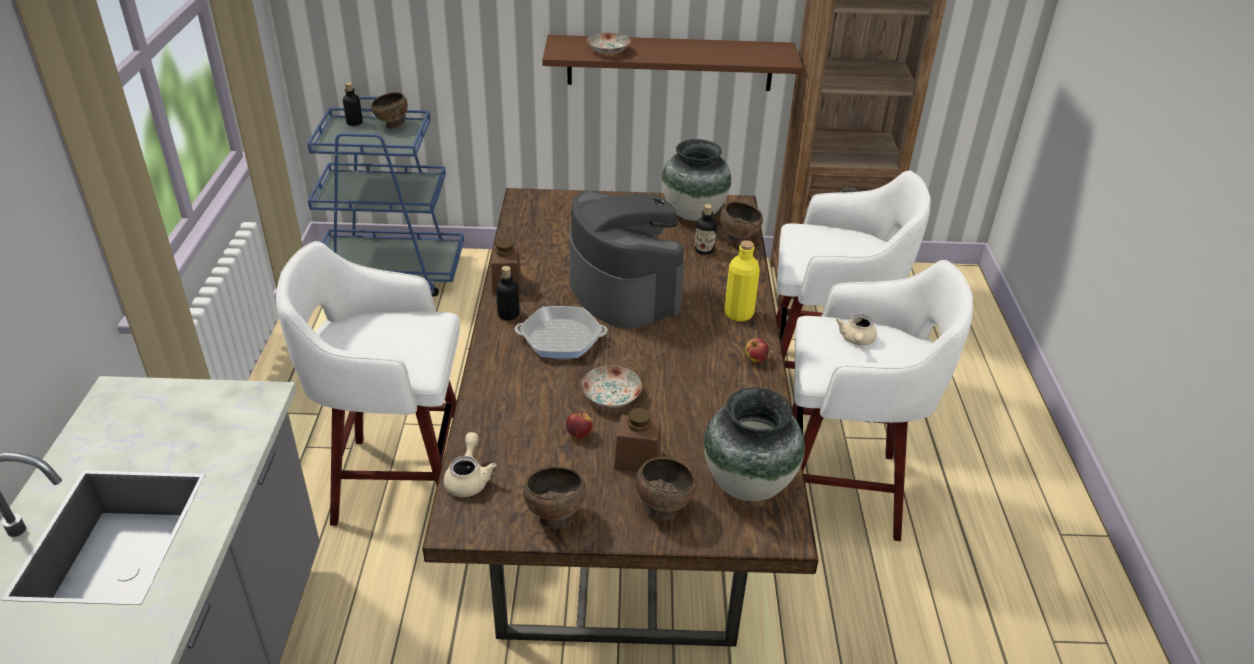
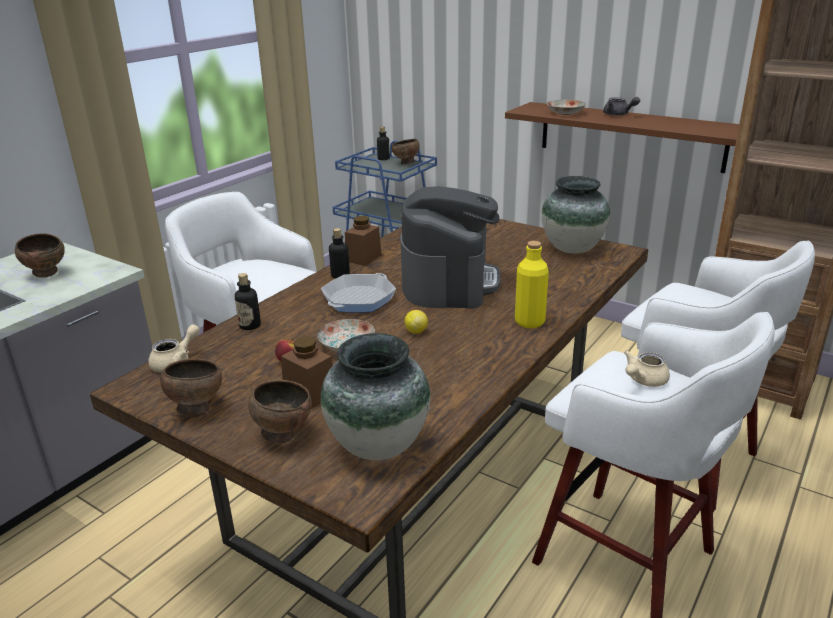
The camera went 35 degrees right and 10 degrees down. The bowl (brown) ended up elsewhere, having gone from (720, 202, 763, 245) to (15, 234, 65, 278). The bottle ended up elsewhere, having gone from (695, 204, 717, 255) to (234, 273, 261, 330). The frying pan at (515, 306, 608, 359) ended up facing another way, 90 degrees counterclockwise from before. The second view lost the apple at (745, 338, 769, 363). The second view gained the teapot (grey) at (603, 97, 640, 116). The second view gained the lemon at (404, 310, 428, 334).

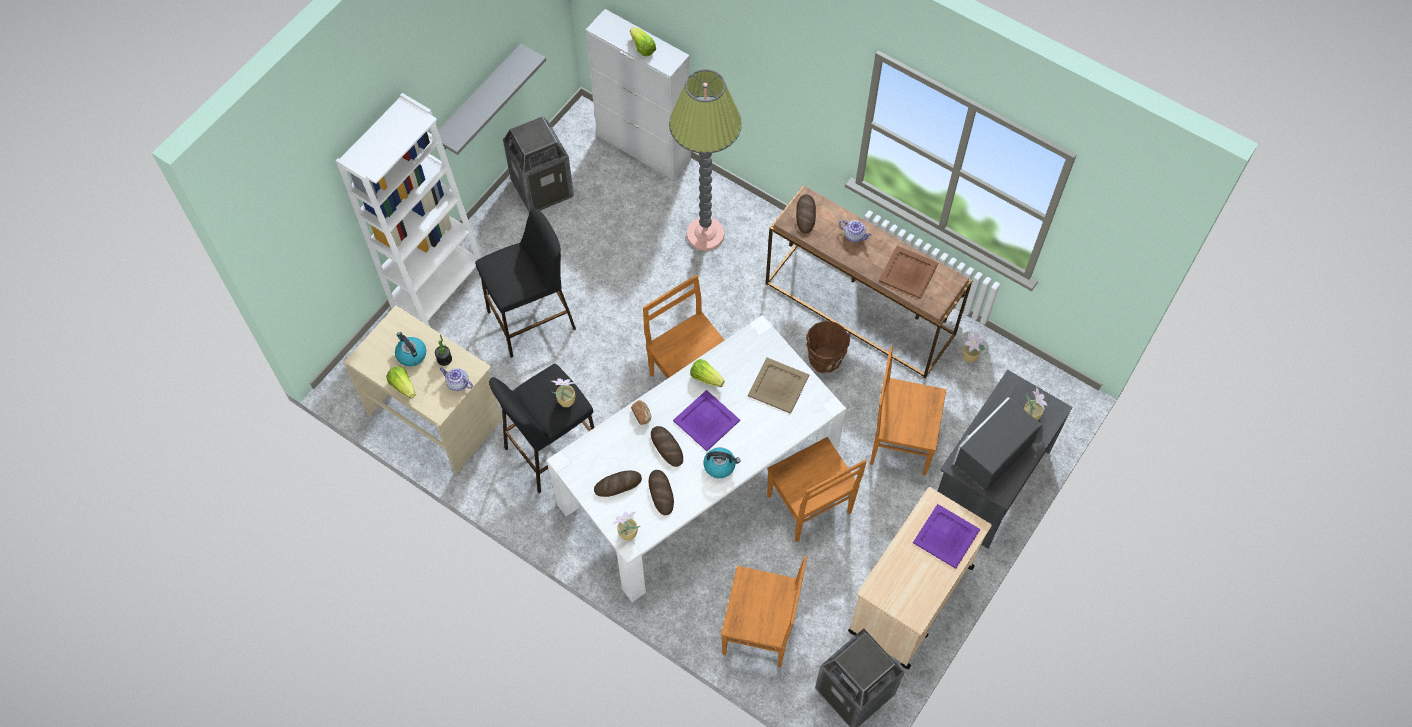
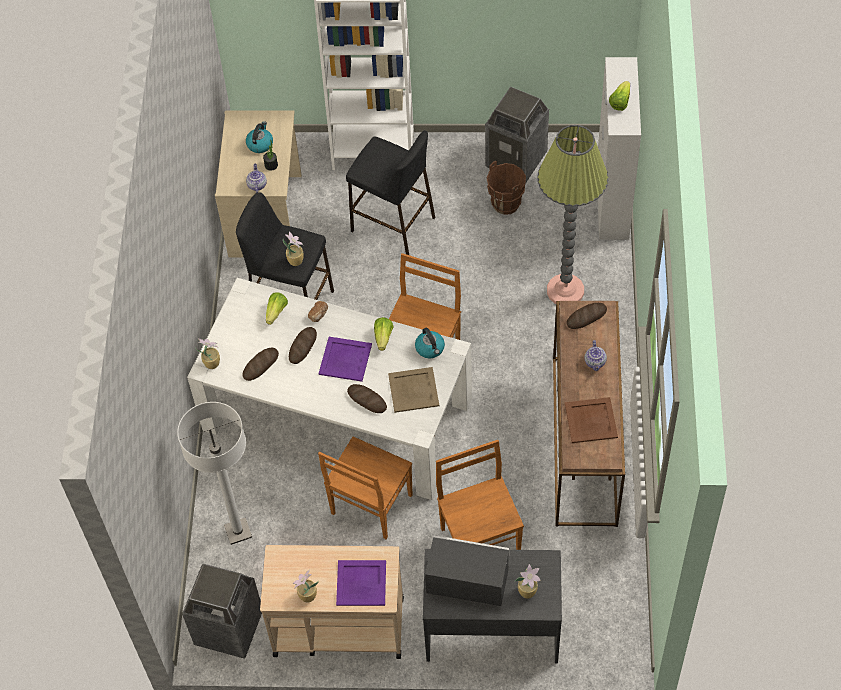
The camera went 60 degrees right and 5 degrees down. The second view lost the shelf (grey) at (438, 44, 546, 155). The bucket (brown) ended up elsewhere, having gone from (806, 321, 850, 374) to (487, 161, 526, 215). The potted plant ended up elsewhere, having gone from (963, 332, 985, 363) to (293, 570, 319, 603). The lettuce ended up elsewhere, having gone from (386, 366, 416, 399) to (266, 293, 288, 325). The kettle ended up elsewhere, having gone from (703, 448, 741, 478) to (415, 328, 445, 359). The bread ended up elsewhere, having gone from (594, 471, 642, 497) to (347, 384, 387, 413). Where the chair (brown) stood at (721, 556, 807, 667), the floor lamp (white) came to stand at (177, 402, 252, 545).

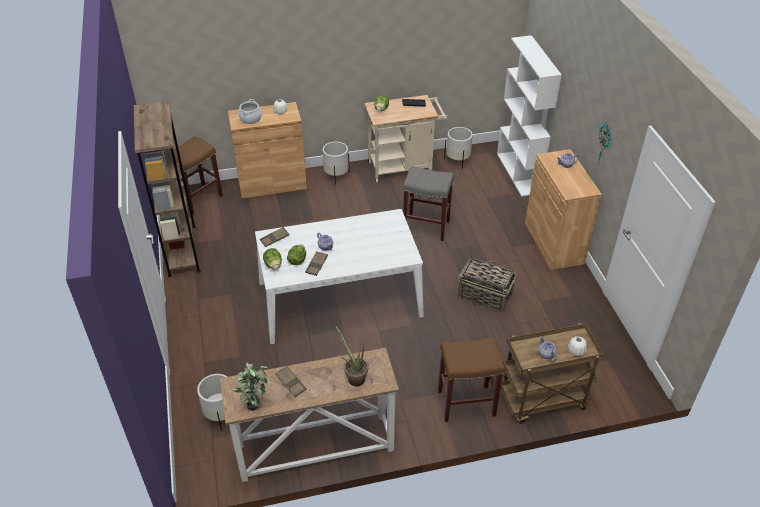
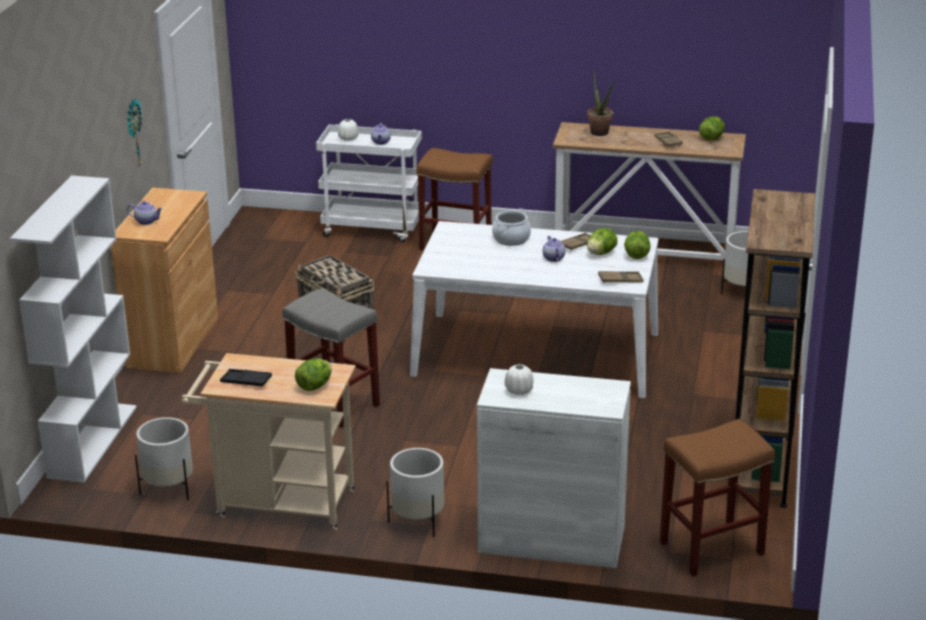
The camera went 155 degrees left and 15 degrees down. The cooking pot ended up elsewhere, having gone from (238, 99, 262, 124) to (492, 208, 531, 246). What was the cabinet (brown) at (228, 102, 307, 198) turned into the cabinet (white) at (477, 368, 631, 568). What was the cart (brown) at (500, 323, 604, 424) turned into the cart (white) at (316, 124, 422, 243). Where the potted plant stood at (232, 363, 268, 411), the lettuce came to stand at (699, 116, 725, 141).

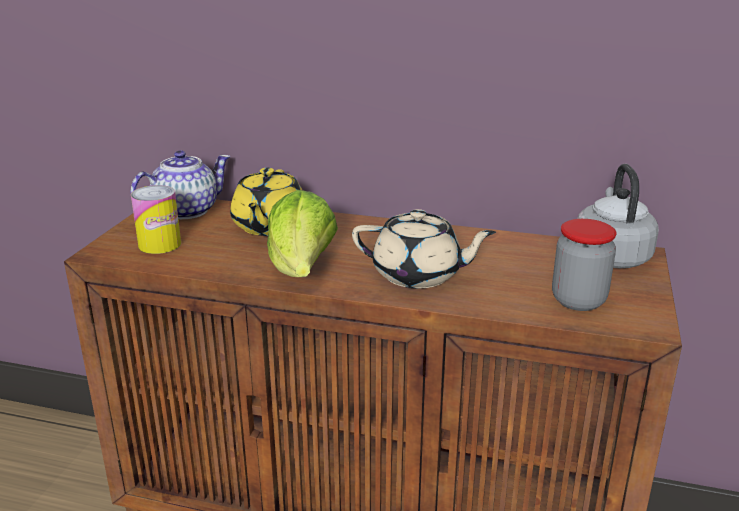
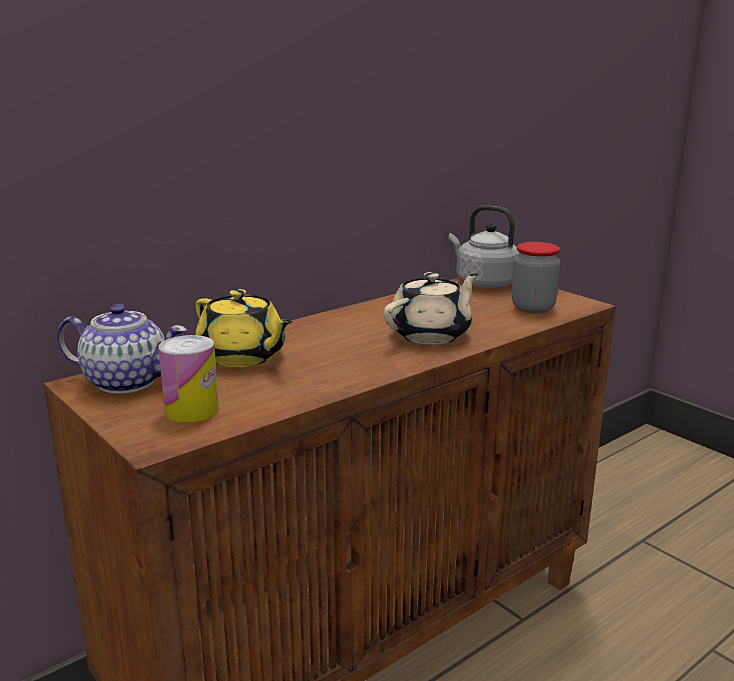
The camera went 55 degrees left and 5 degrees down. The teapot at (130, 150, 231, 219) ended up facing another way, 105 degrees clockwise from before. The second view lost the lettuce at (267, 190, 338, 277).

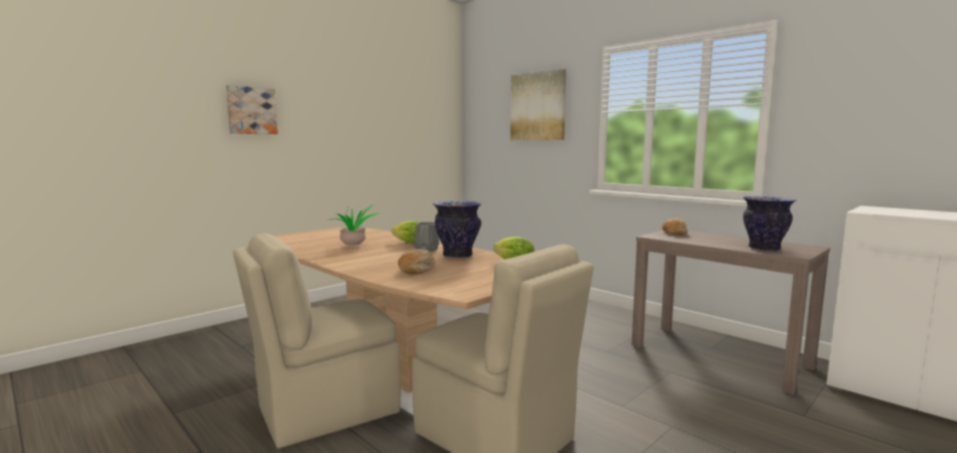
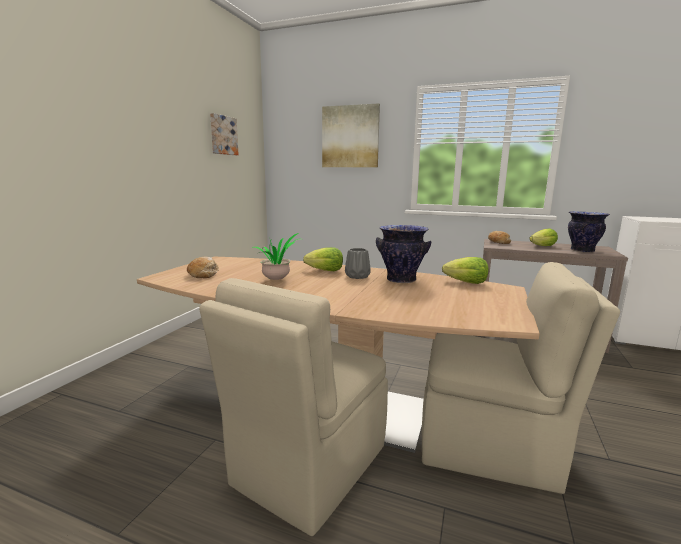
The camera went 25 degrees left and 5 degrees up. The picture ended up elsewhere, having gone from (226, 85, 278, 134) to (210, 113, 239, 155). The bread ended up elsewhere, having gone from (398, 249, 436, 274) to (187, 257, 219, 278). The second view gained the lettuce at (529, 229, 558, 246).

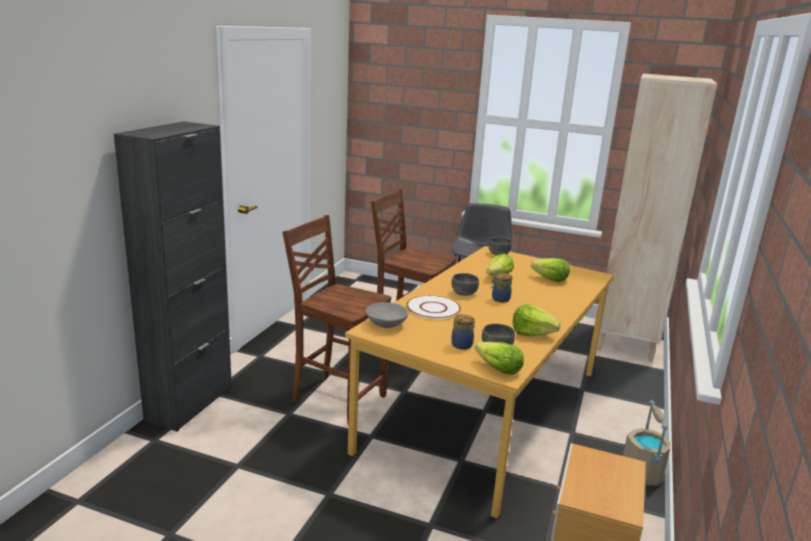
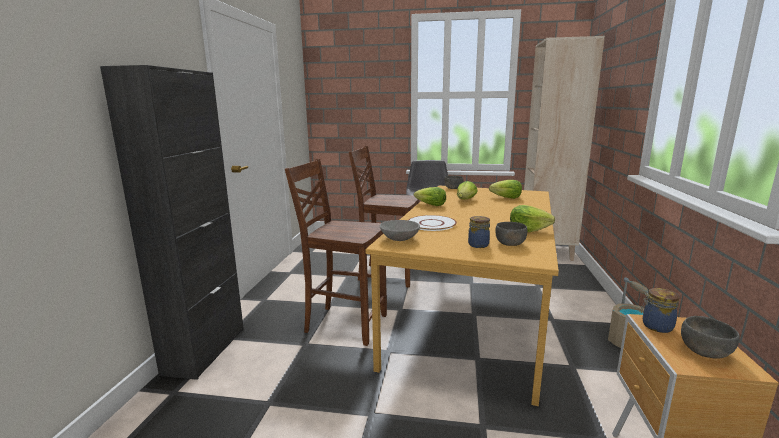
The camera went 10 degrees left and 5 degrees down. The bowl (grey) ended up elsewhere, having gone from (451, 273, 479, 296) to (681, 316, 740, 359). The jar ended up elsewhere, having gone from (491, 273, 512, 302) to (640, 288, 680, 333). The lettuce ended up elsewhere, having gone from (475, 342, 524, 375) to (414, 187, 446, 206).

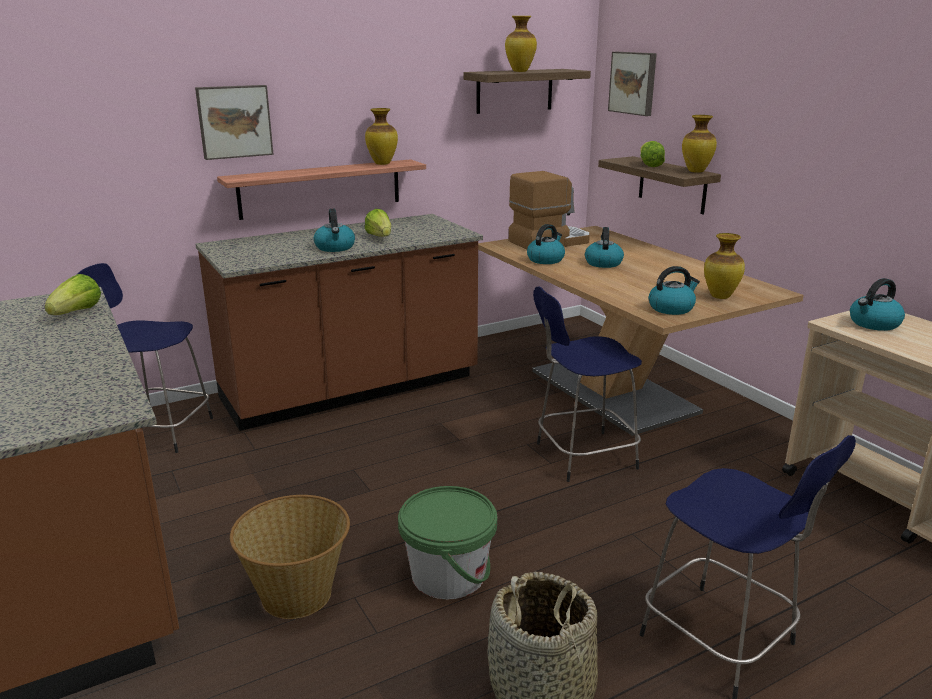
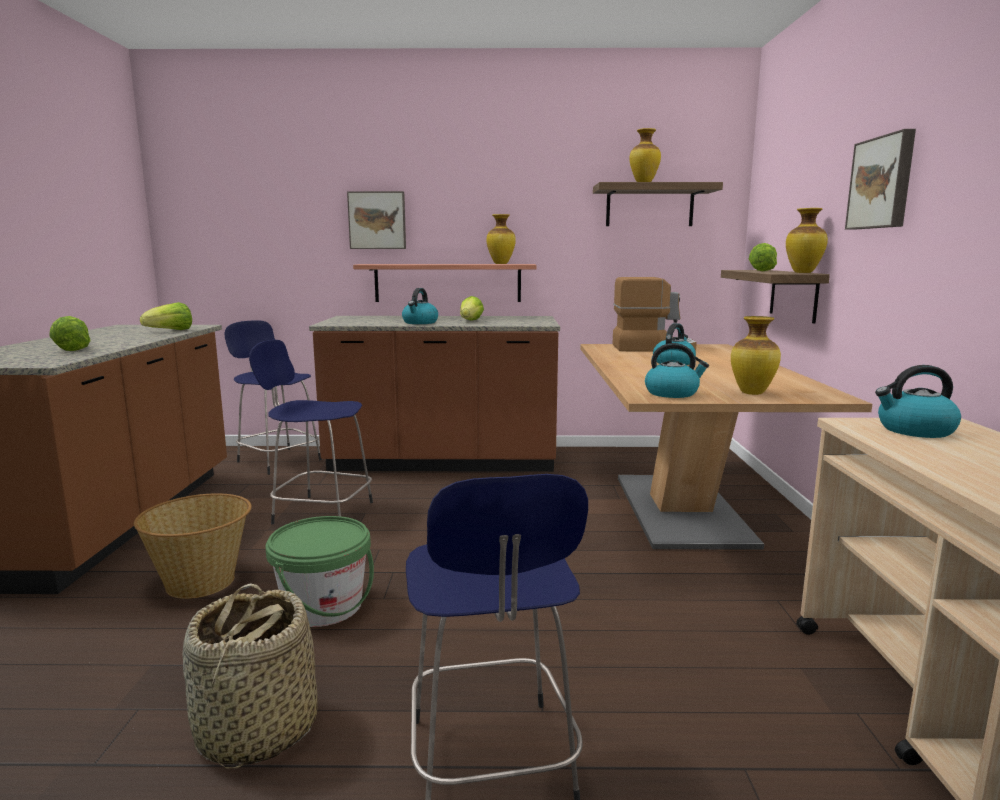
The camera went 30 degrees right and 10 degrees down. The picture ended up elsewhere, having gone from (608, 52, 657, 116) to (845, 129, 916, 230). The second view lost the kettle at (527, 224, 565, 264). The stool (blue) ended up elsewhere, having gone from (533, 286, 642, 482) to (249, 340, 373, 524). The second view gained the lettuce at (49, 316, 91, 351).

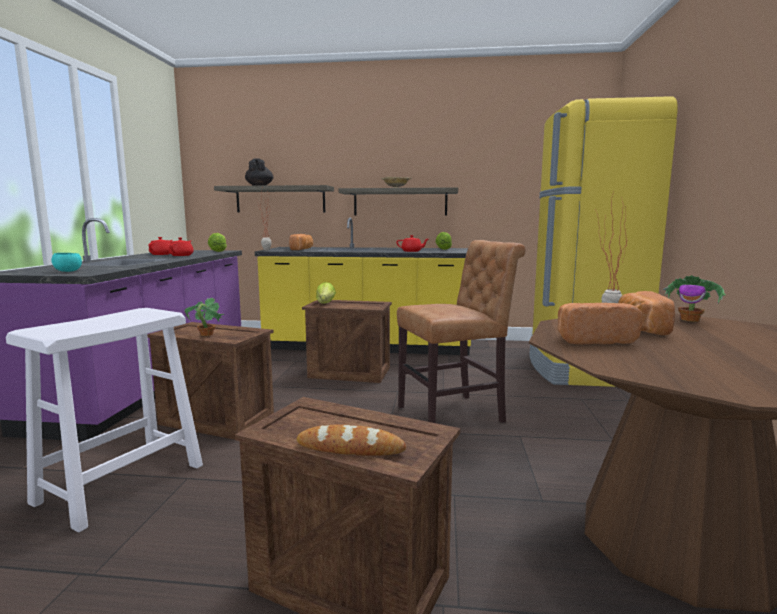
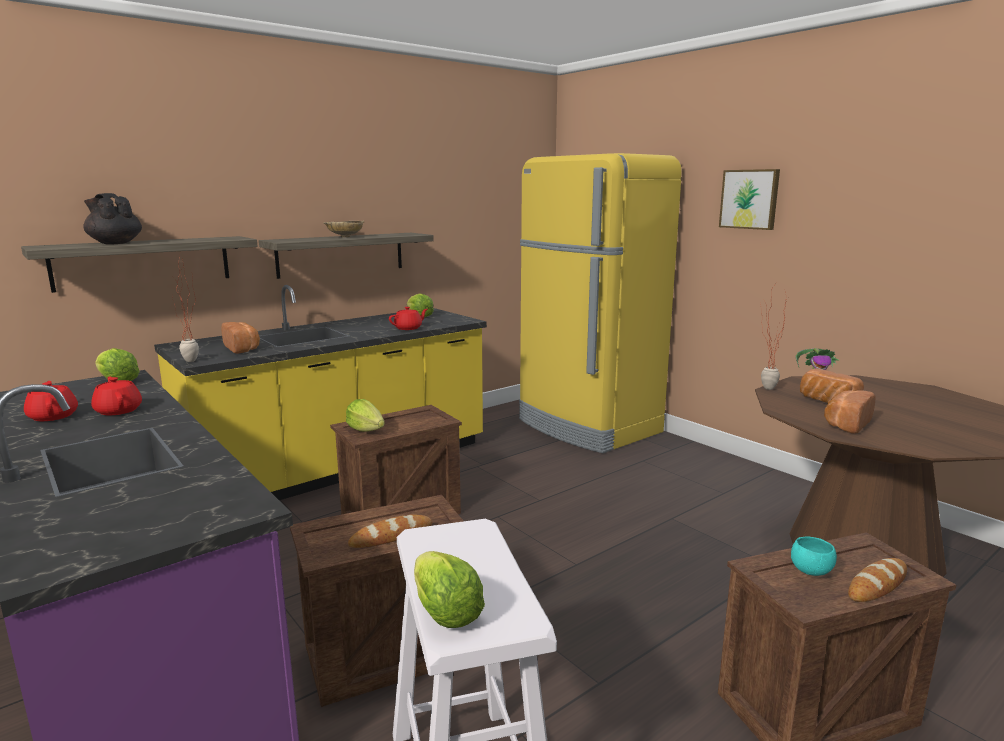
The camera went 45 degrees left and 5 degrees up. The second view lost the chair (brown) at (397, 240, 526, 423). The bowl (turquoise) ended up elsewhere, having gone from (51, 253, 82, 272) to (791, 537, 837, 576). Where the potted plant stood at (185, 298, 224, 336), the bread came to stand at (348, 515, 432, 548). The second view gained the picture at (719, 169, 780, 230). The second view gained the lettuce at (414, 551, 485, 628).

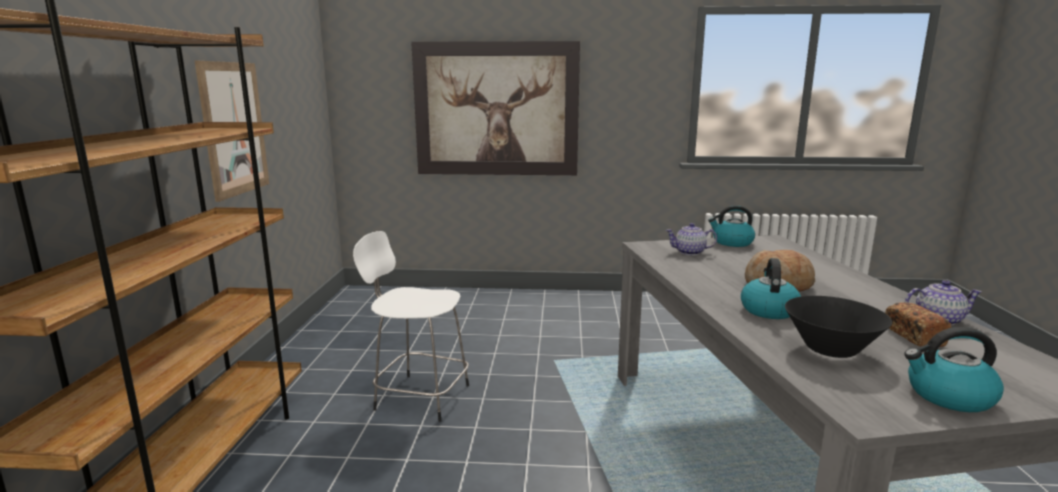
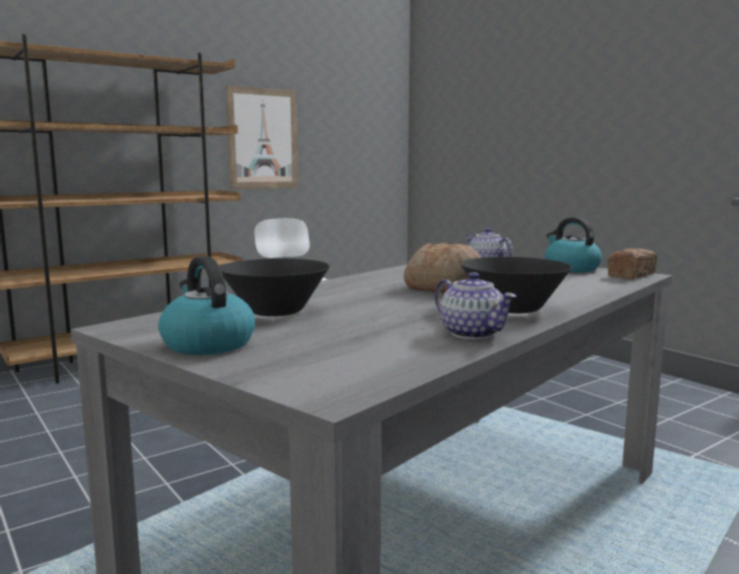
The camera went 50 degrees right and 5 degrees down. The second view lost the picture at (411, 41, 580, 175). The second view lost the kettle at (741, 258, 801, 319). The bread ended up elsewhere, having gone from (885, 302, 951, 347) to (607, 248, 657, 279). The second view gained the bowl (black) at (461, 257, 572, 313).

